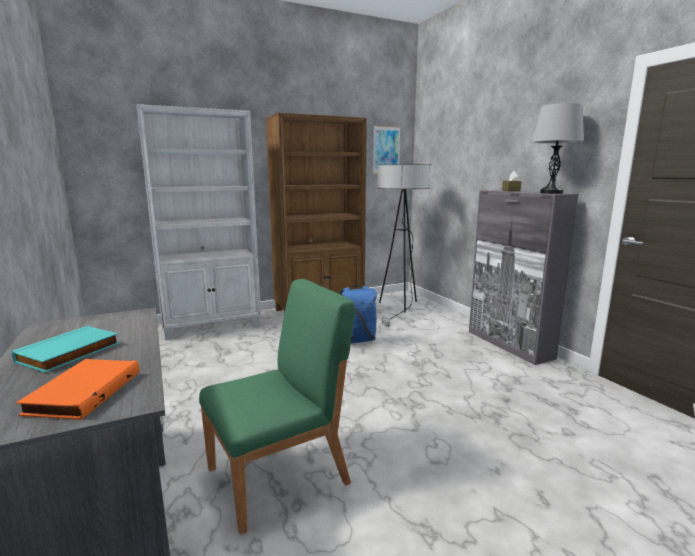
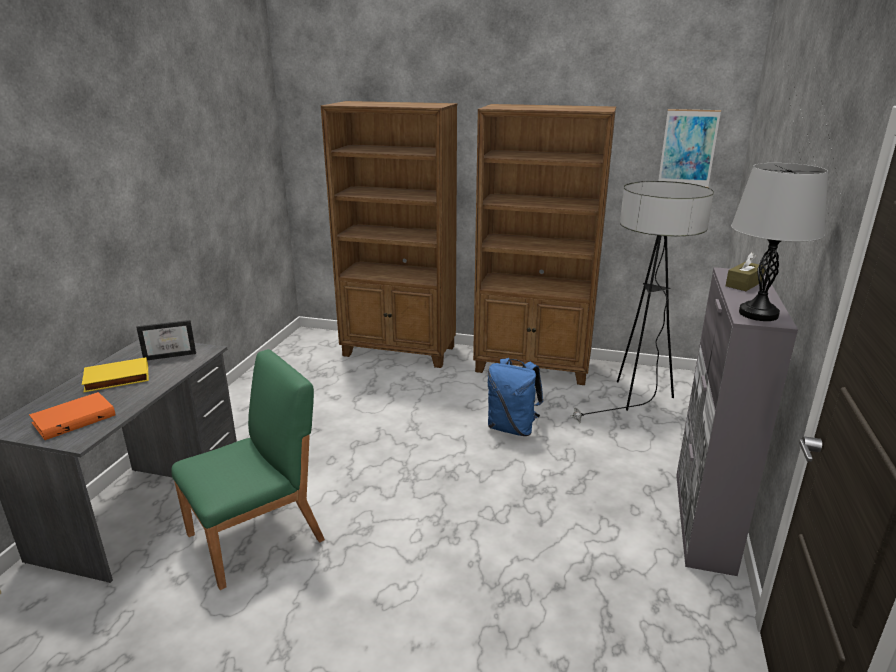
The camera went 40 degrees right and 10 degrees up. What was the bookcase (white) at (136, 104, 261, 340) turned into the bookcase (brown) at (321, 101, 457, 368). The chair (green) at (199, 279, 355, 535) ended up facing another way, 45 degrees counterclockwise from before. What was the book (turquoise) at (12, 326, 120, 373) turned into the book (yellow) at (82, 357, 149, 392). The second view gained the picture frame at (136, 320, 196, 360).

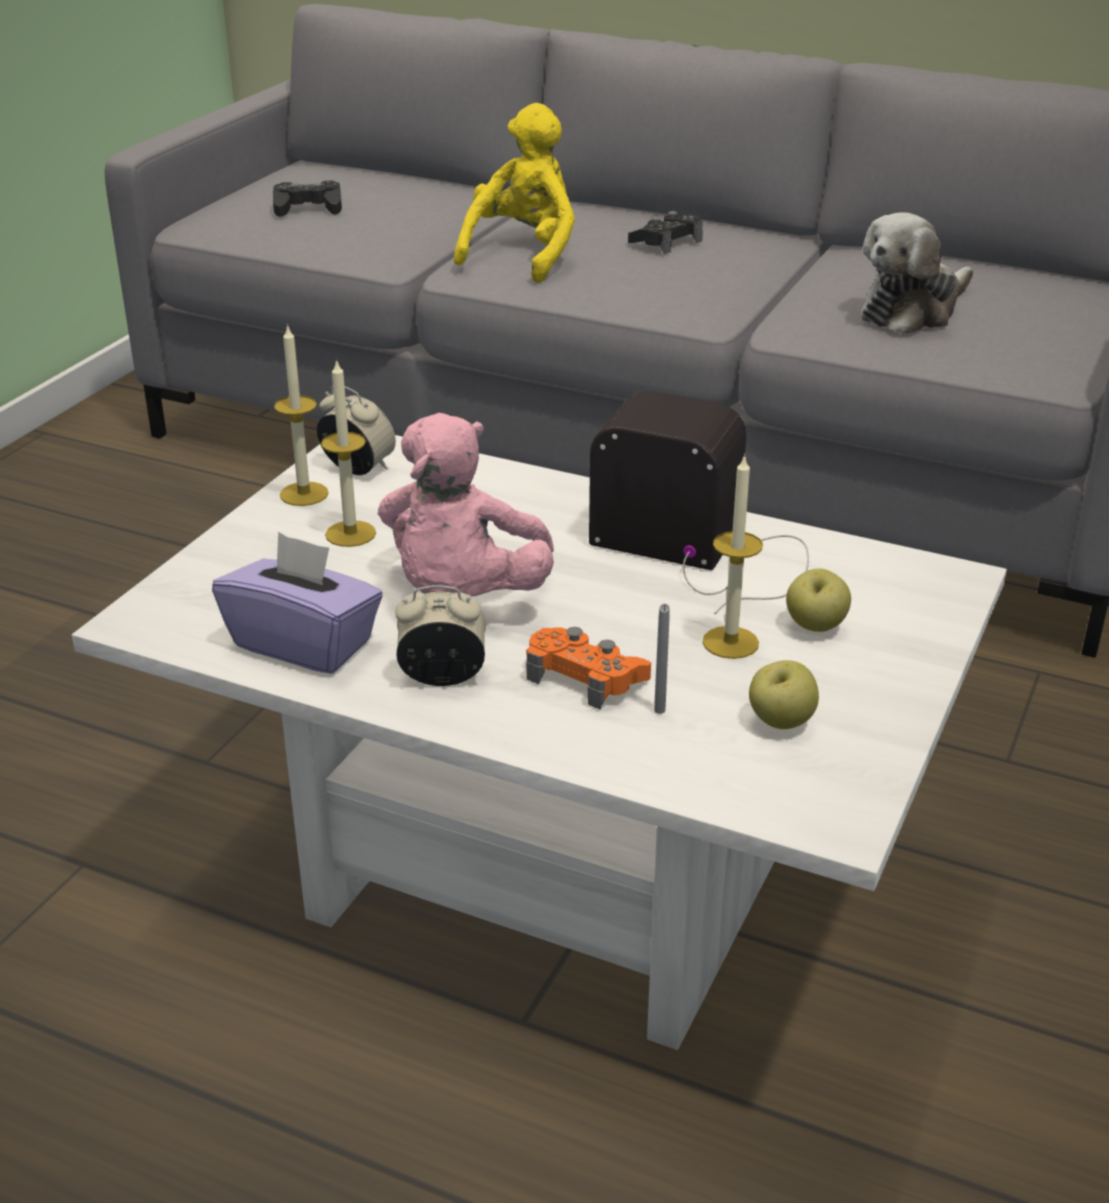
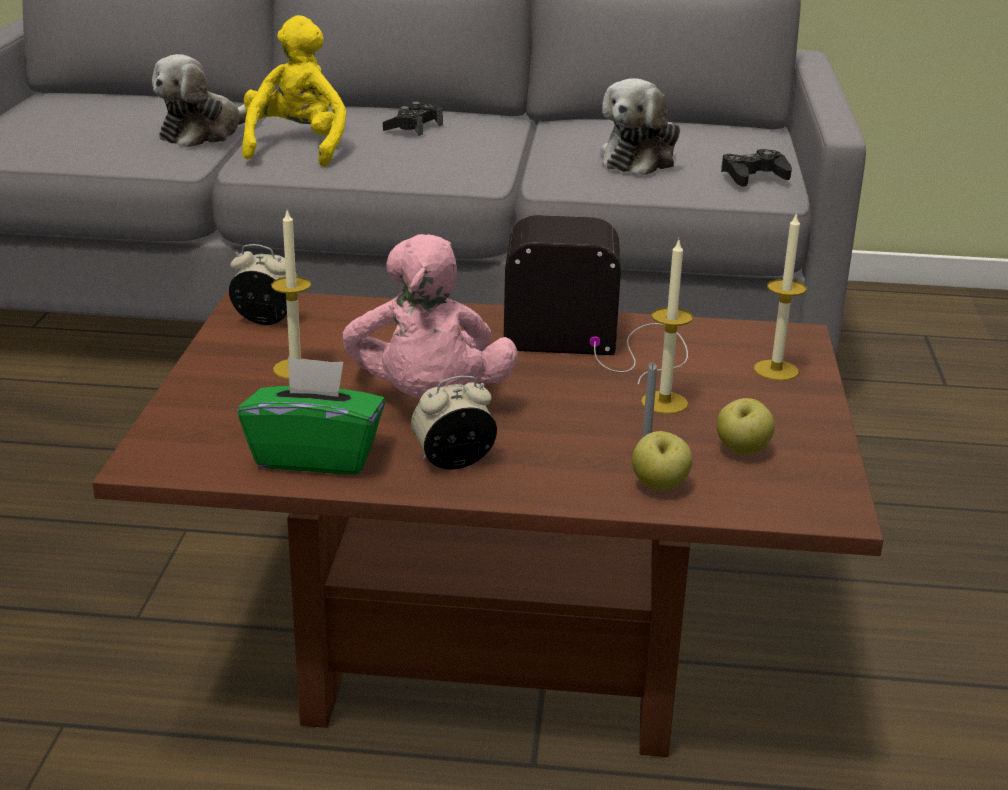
The camera went 20 degrees left and 5 degrees down. The game controller (black) ended up elsewhere, having gone from (273, 181, 342, 216) to (721, 149, 792, 187). The candle ended up elsewhere, having gone from (274, 324, 329, 506) to (754, 212, 806, 381). What was the coffee table (white) at (72, 435, 1007, 1050) turned into the coffee table (brown) at (92, 289, 883, 757). What was the tissue box (purple) at (212, 532, 383, 674) turned into the tissue box (green) at (238, 356, 385, 475). The apple ended up elsewhere, having gone from (786, 569, 851, 632) to (632, 431, 692, 490). The second view lost the game controller (orange) at (526, 627, 651, 709). The second view gained the plush toy at (152, 54, 247, 147).

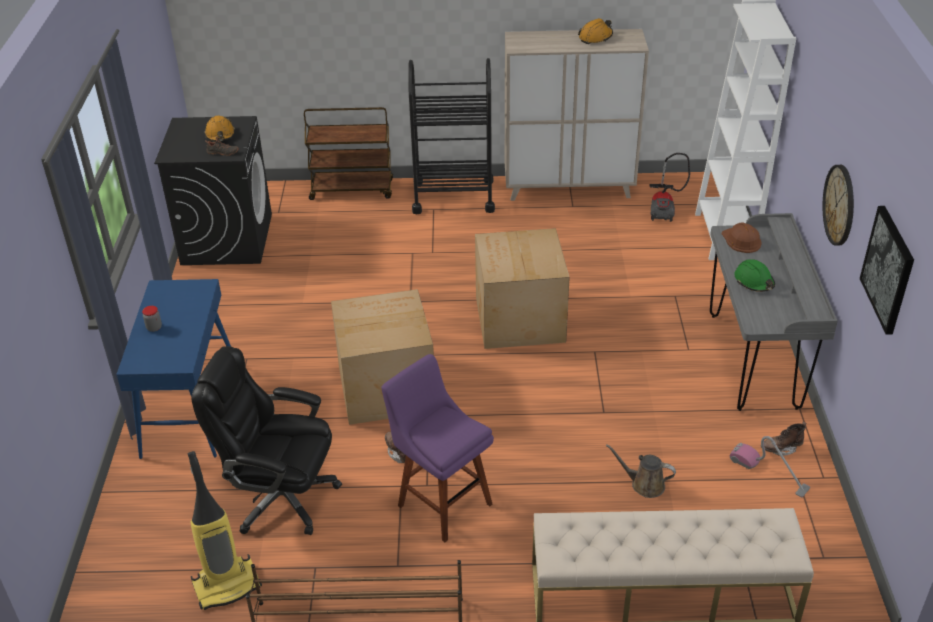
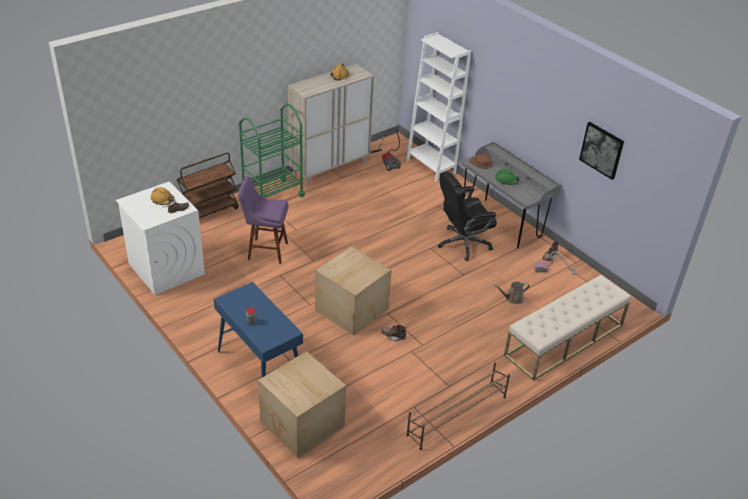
The camera went 40 degrees left and 0 degrees up. What was the cart (black) at (408, 58, 495, 214) turned into the cart (green) at (239, 104, 305, 198). What was the washing machine (black) at (154, 116, 272, 265) turned into the washing machine (white) at (116, 182, 205, 295). The second view lost the wall clock at (823, 165, 854, 246). The cardboard box ended up elsewhere, having gone from (475, 228, 570, 349) to (258, 351, 346, 458). The office chair (black) ended up elsewhere, having gone from (191, 346, 342, 535) to (438, 172, 497, 261). The stool (purple) ended up elsewhere, having gone from (381, 354, 494, 542) to (238, 176, 289, 264). The second view lost the vacuum cleaner at (188, 451, 262, 610).

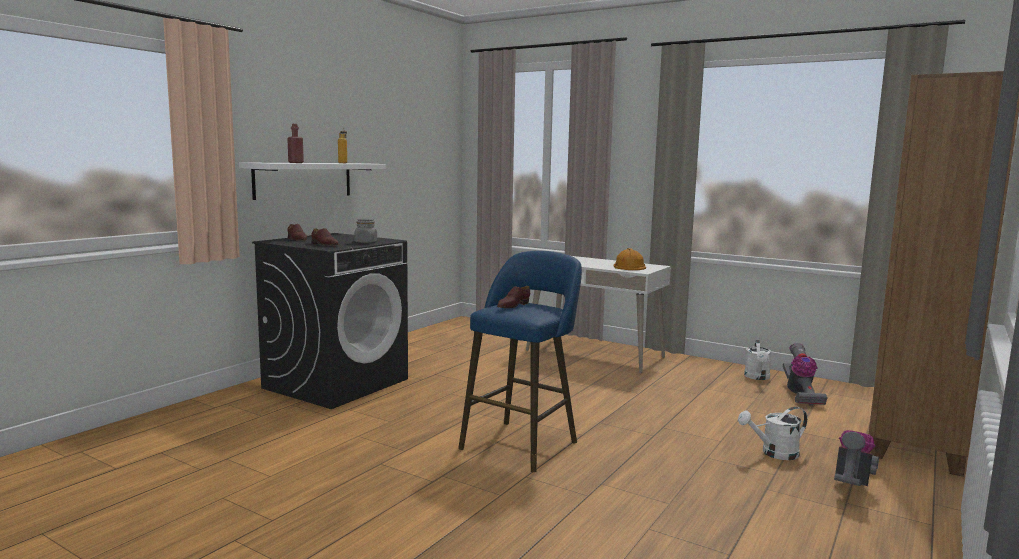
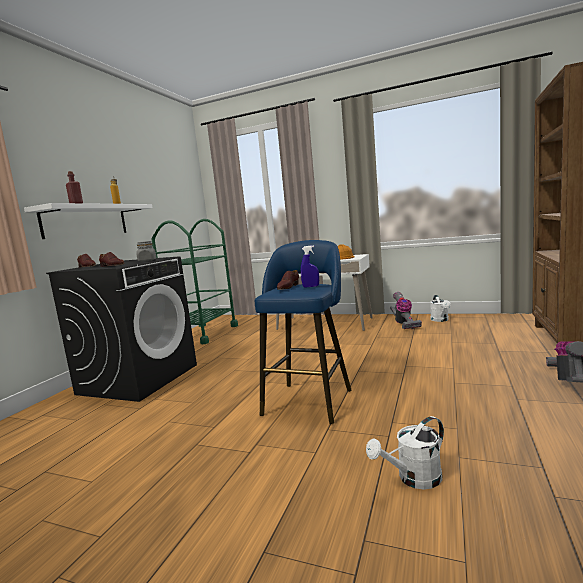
The camera went 10 degrees left and 0 degrees up. The vacuum cleaner ended up elsewhere, having gone from (783, 343, 827, 406) to (390, 292, 422, 329). The watering can (white) ended up elsewhere, having gone from (738, 407, 807, 460) to (366, 416, 444, 489). The second view gained the cart (green) at (151, 219, 238, 344). The second view gained the spray bottle (blue) at (301, 245, 319, 288).

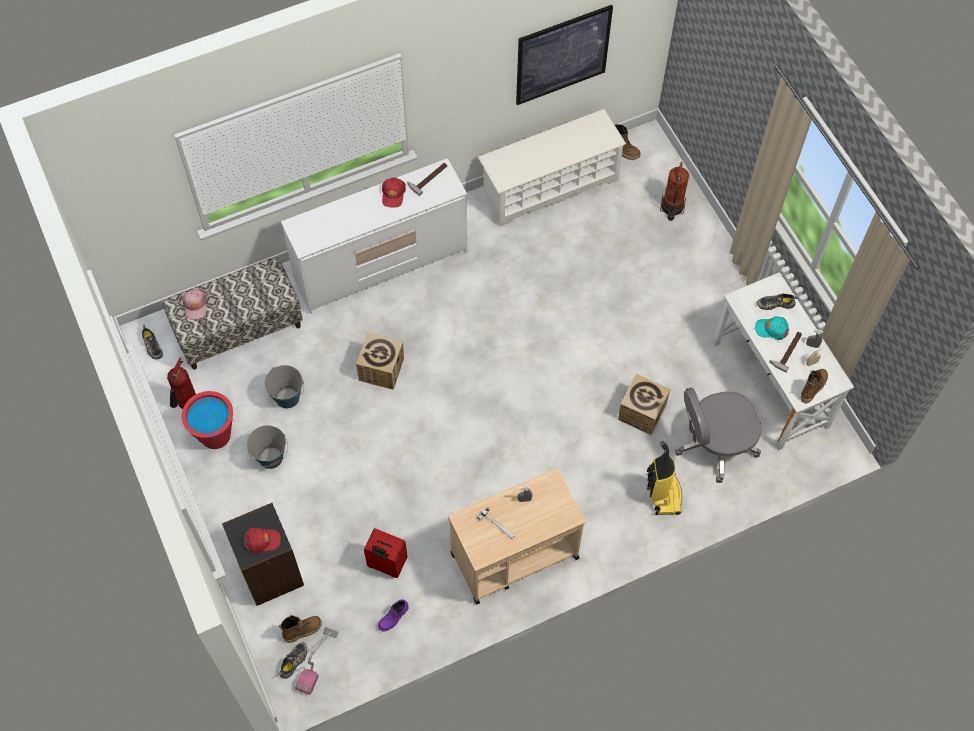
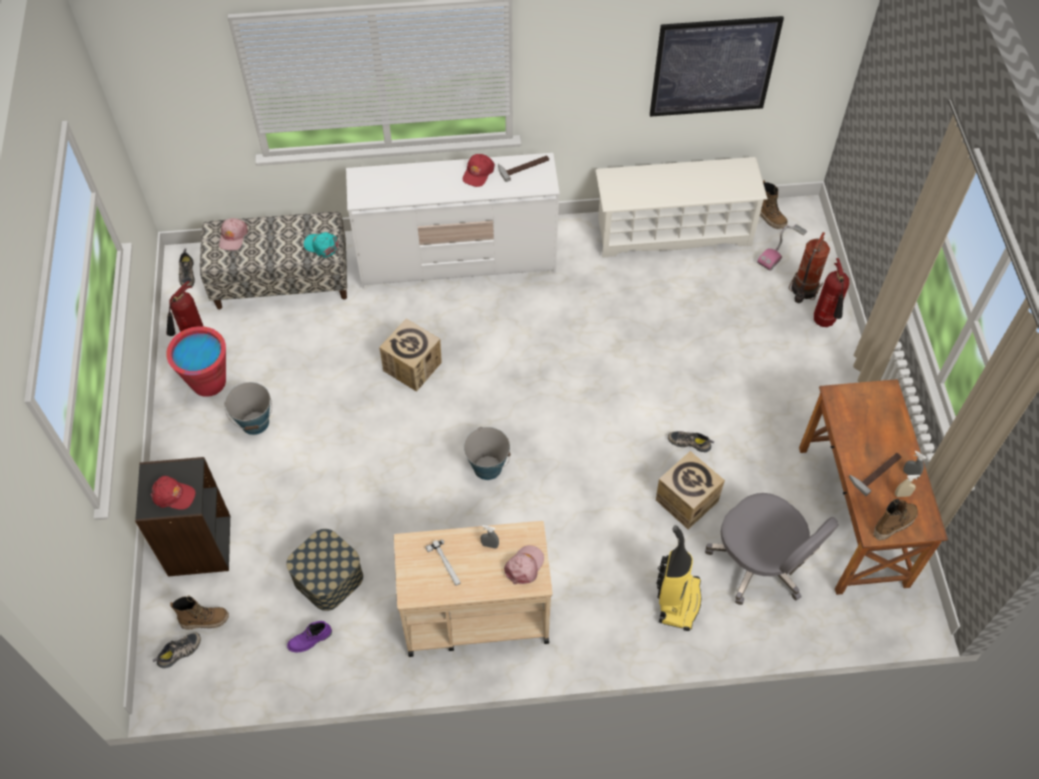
The camera went 20 degrees right and 5 degrees down. What was the desk (white) at (712, 272, 854, 450) turned into the desk (brown) at (799, 379, 948, 595). The shoe ended up elsewhere, having gone from (757, 294, 799, 310) to (668, 431, 714, 453). The cap (turquoise) ended up elsewhere, having gone from (755, 316, 789, 340) to (304, 232, 339, 258). The bucket ended up elsewhere, having gone from (264, 365, 304, 409) to (464, 427, 511, 480). The office chair (grey) at (675, 388, 762, 483) ended up facing another way, 135 degrees counterclockwise from before. Where the suitcase (red) stood at (364, 528, 407, 578), the storage box came to stand at (286, 529, 363, 611). The vacuum cleaner ended up elsewhere, having gone from (295, 627, 338, 695) to (757, 224, 807, 271). The second view gained the fire extinguisher at (814, 258, 849, 327). The second view gained the cap (pink) at (504, 545, 544, 584).

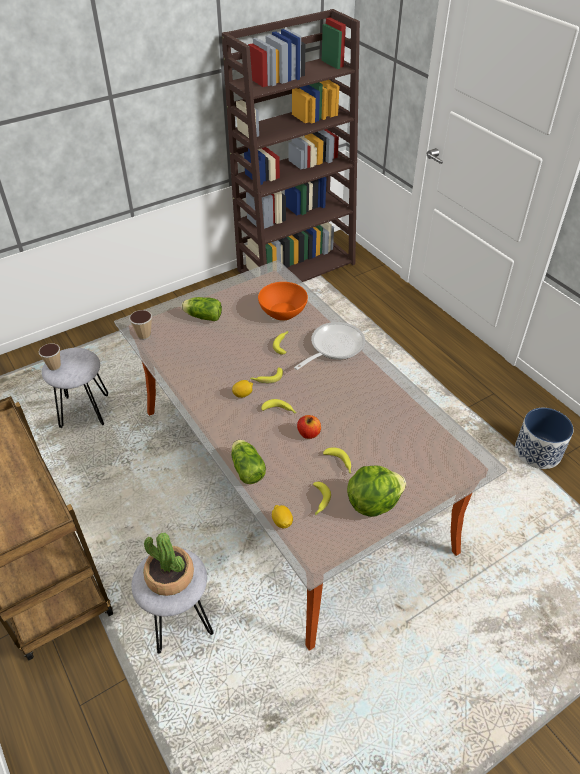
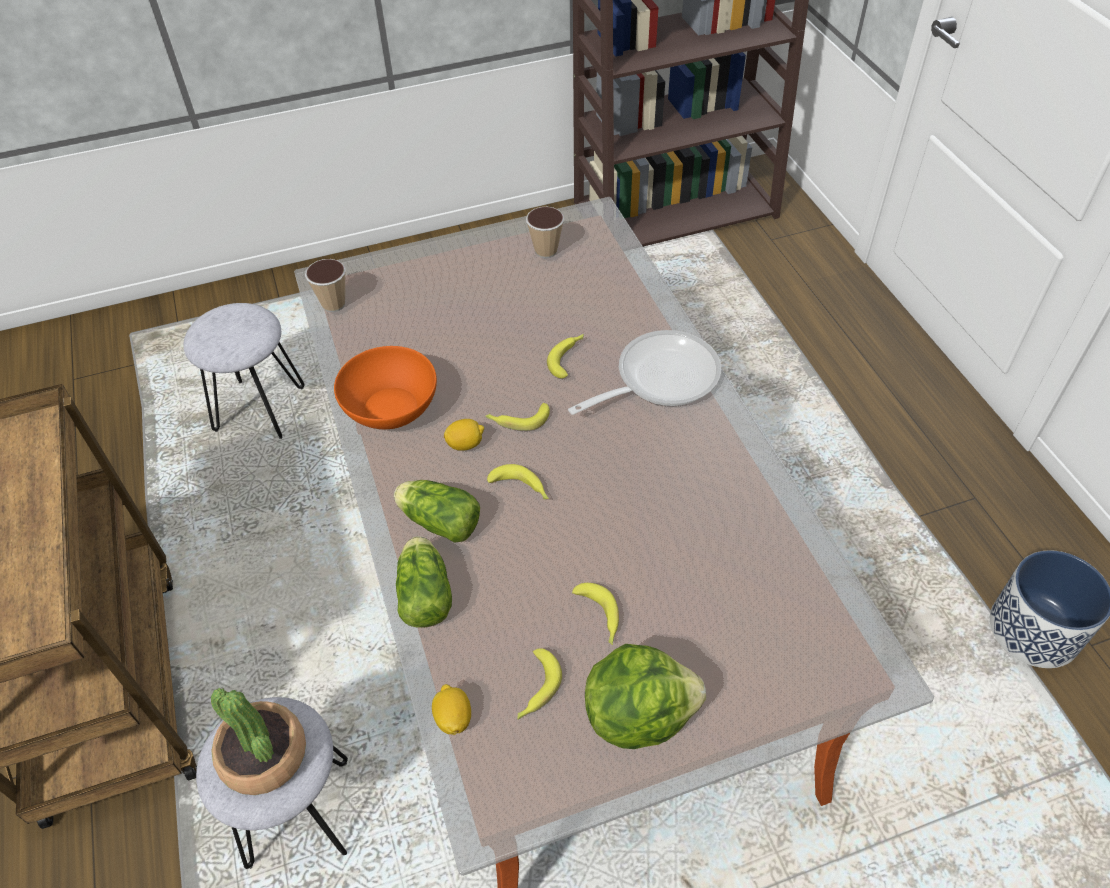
The camera went 15 degrees right and 5 degrees up. The bowl (orange) ended up elsewhere, having gone from (258, 282, 308, 320) to (334, 346, 437, 429). The lettuce ended up elsewhere, having gone from (182, 297, 222, 321) to (394, 480, 480, 543). The cup ended up elsewhere, having gone from (38, 343, 61, 371) to (526, 207, 564, 258). The second view lost the apple at (297, 415, 321, 439).

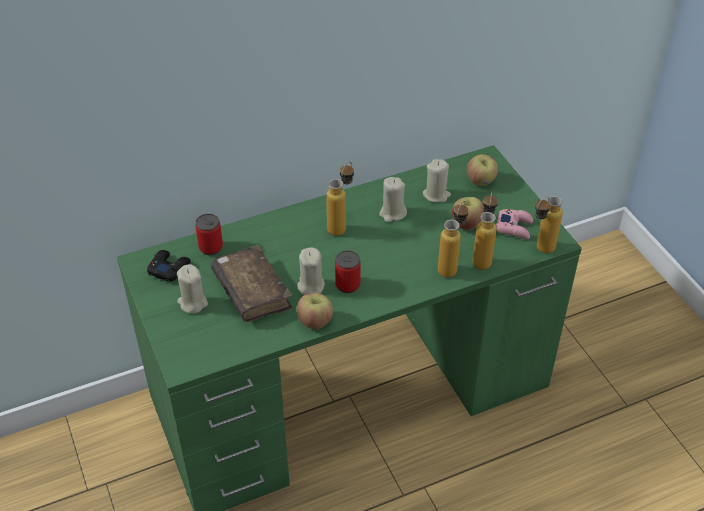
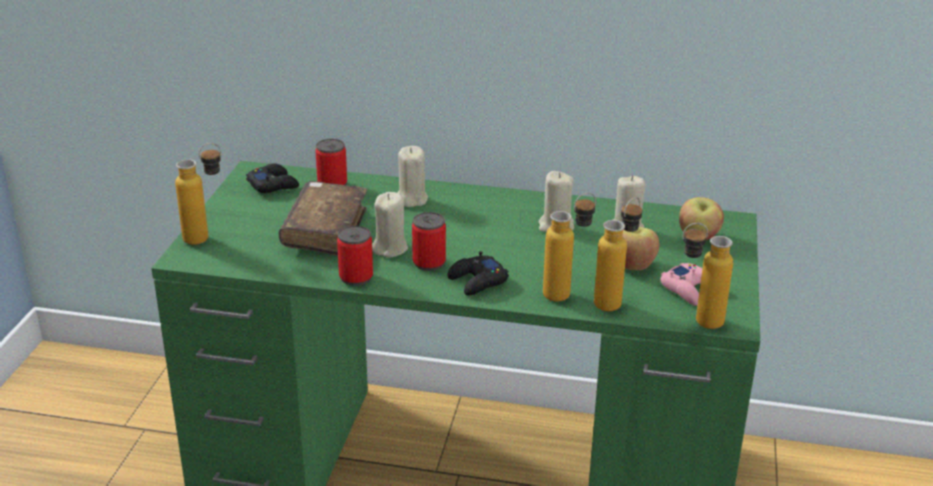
The camera went 35 degrees right and 15 degrees down. The bottle ended up elsewhere, having gone from (326, 162, 354, 236) to (175, 143, 222, 245). The candle (beige) ended up elsewhere, having gone from (177, 264, 208, 314) to (397, 146, 428, 207). Where the apple stood at (297, 293, 333, 329), the can came to stand at (337, 226, 373, 286). The second view gained the game controller (black) at (448, 251, 509, 296).

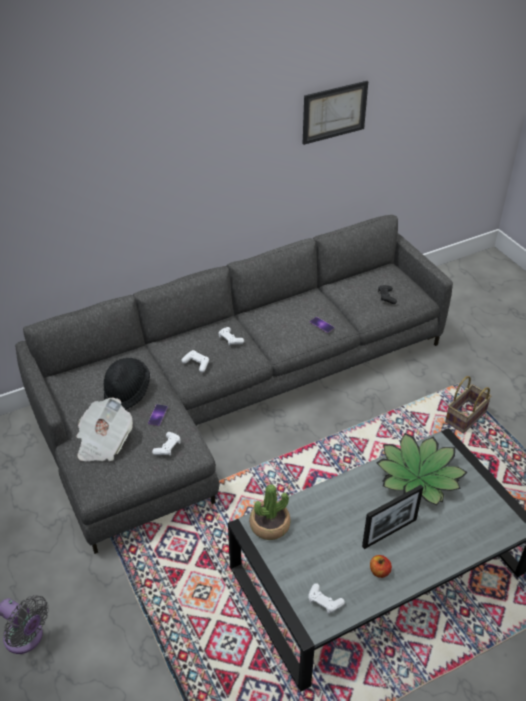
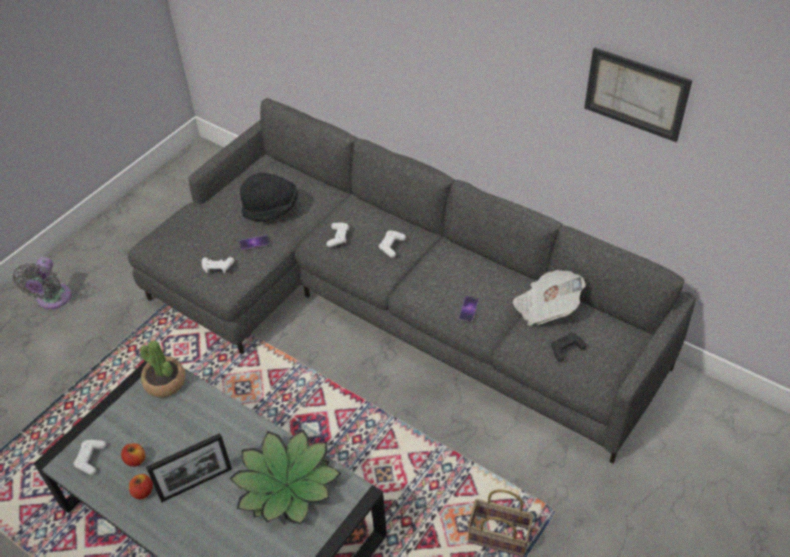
The camera went 65 degrees right and 5 degrees up. The newspaper ended up elsewhere, having gone from (76, 398, 133, 461) to (513, 270, 586, 326). The picture frame at (362, 485, 423, 549) ended up facing another way, 60 degrees counterclockwise from before. The second view gained the apple at (121, 443, 145, 467).

